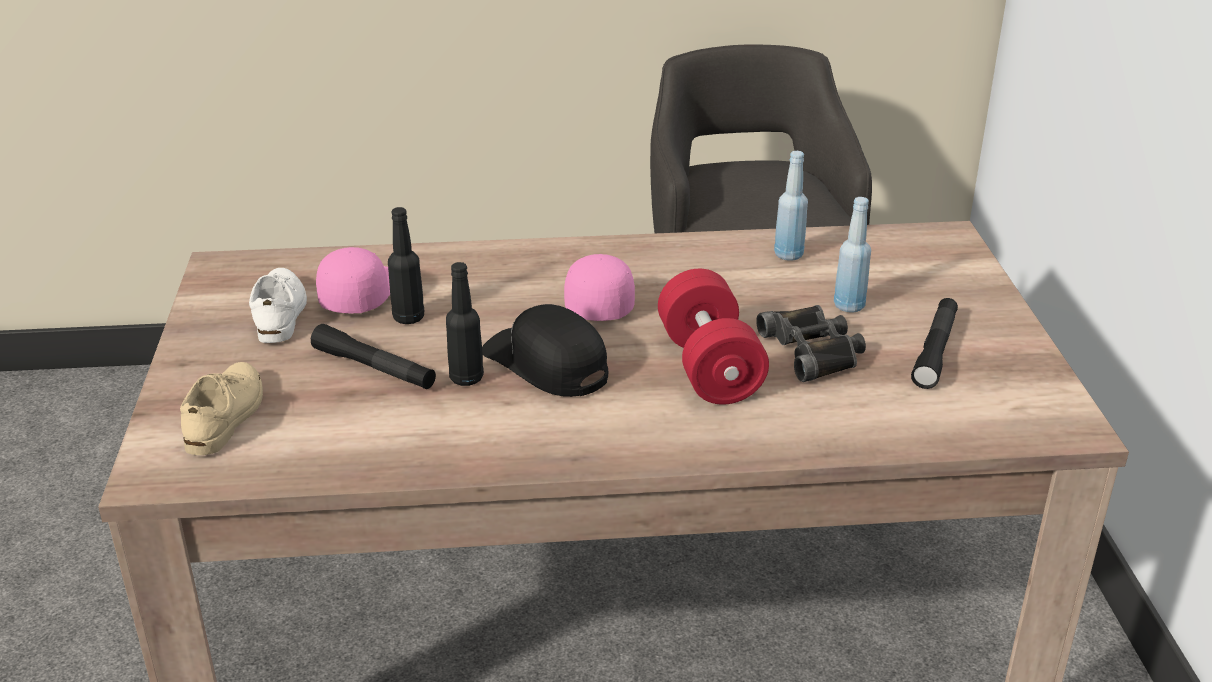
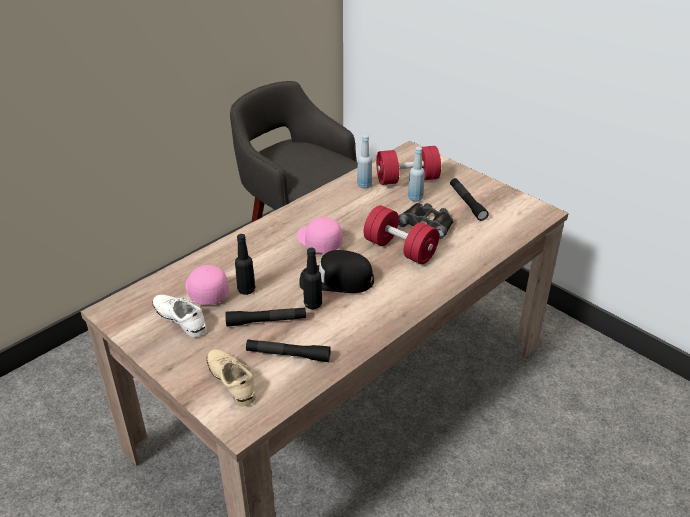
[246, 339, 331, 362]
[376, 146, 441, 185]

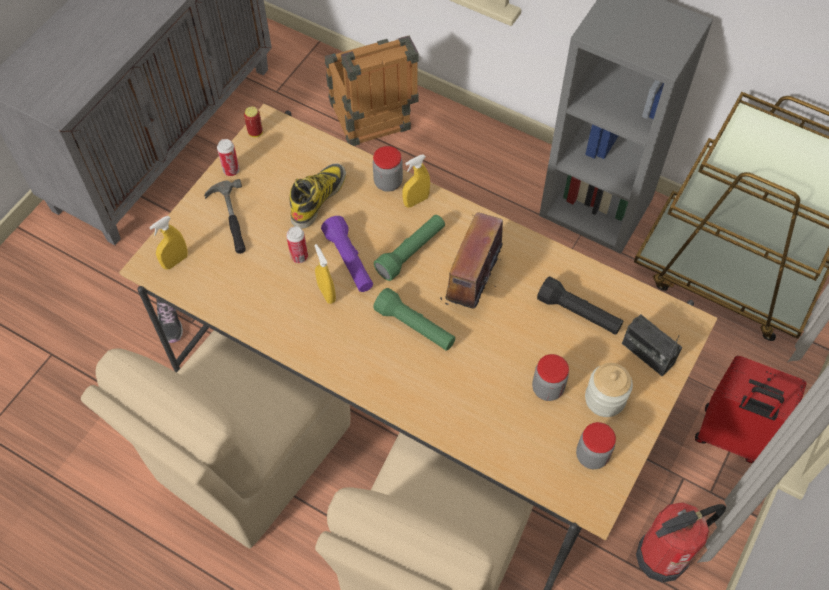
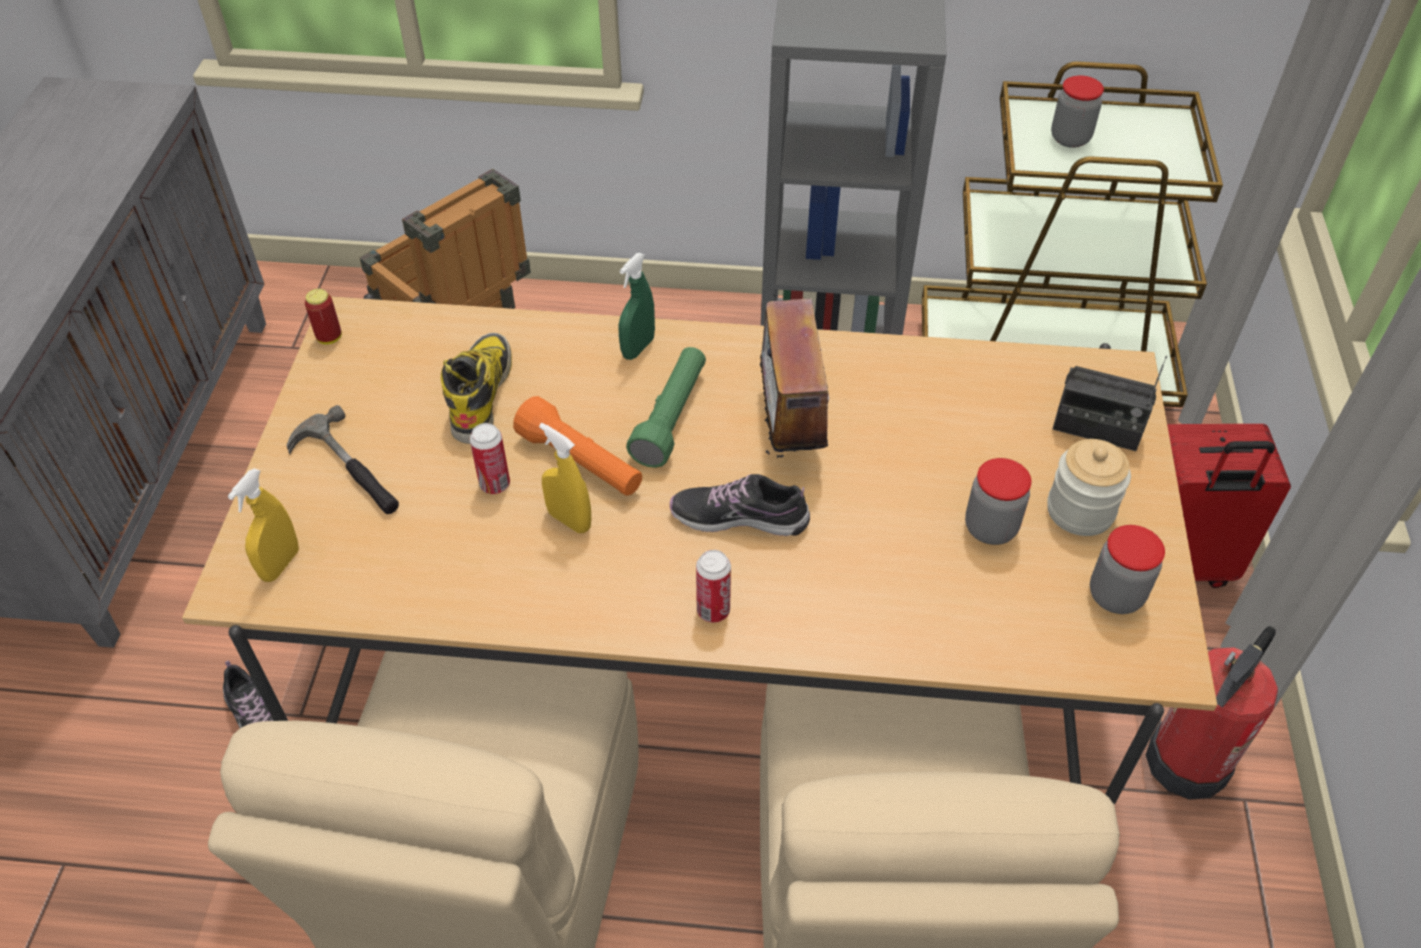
[696, 550, 731, 623]
[513, 396, 642, 496]
[1051, 76, 1104, 148]
[670, 474, 810, 536]
[618, 253, 655, 360]
[537, 276, 623, 335] (first image)

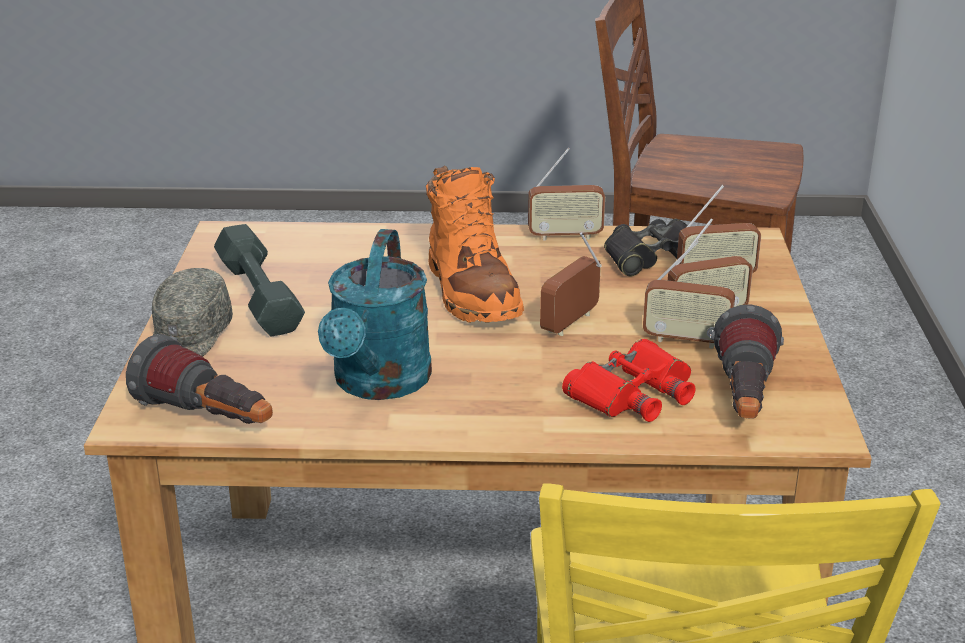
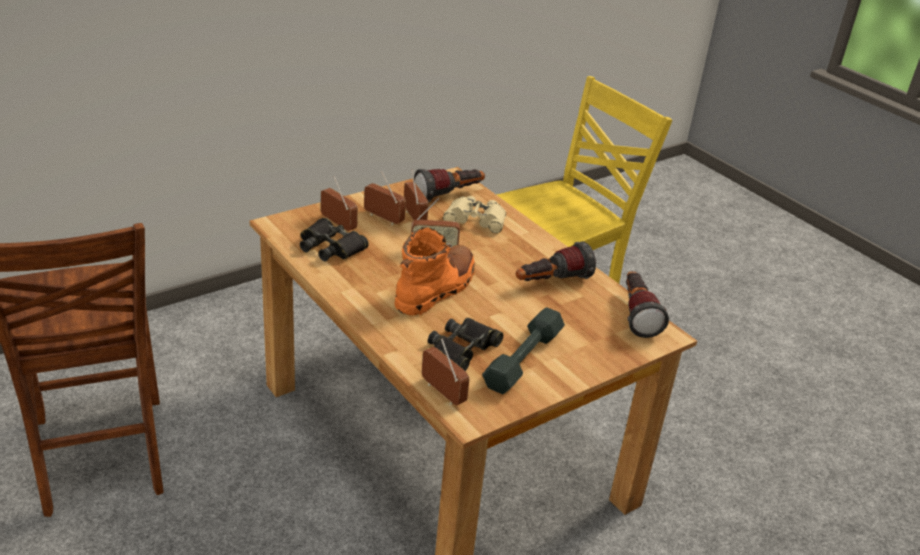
[152, 268, 233, 357] (first image)
[516, 241, 596, 281]
[422, 338, 469, 405]
[443, 196, 506, 233]
[428, 318, 503, 371]

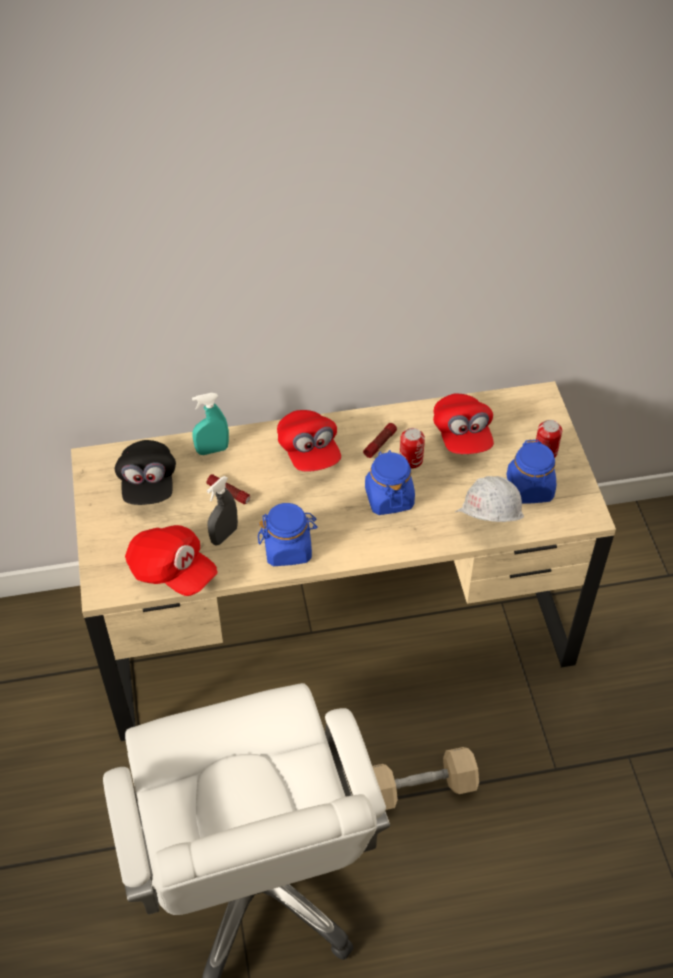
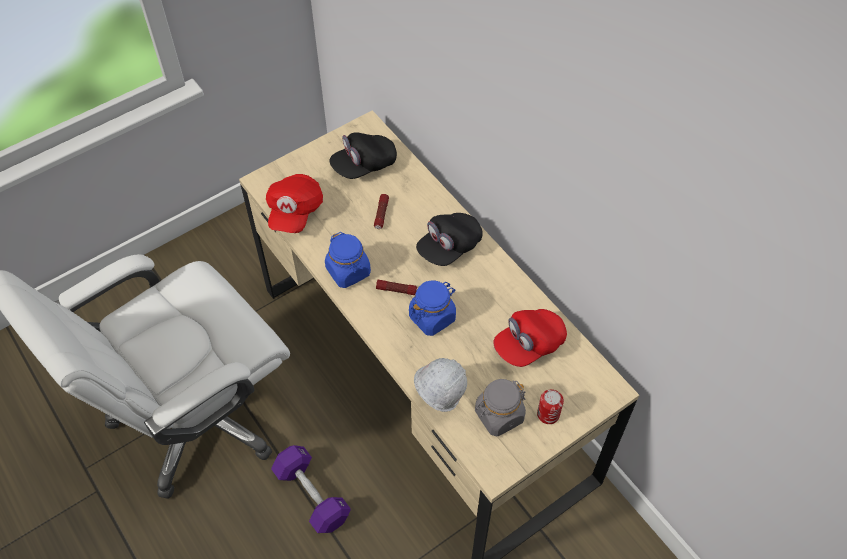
[192, 393, 229, 455] (first image)
[207, 476, 238, 546] (first image)
[416, 213, 483, 266]
[376, 280, 417, 295]
[271, 445, 351, 533]
[400, 428, 425, 469] (first image)
[475, 379, 526, 436]

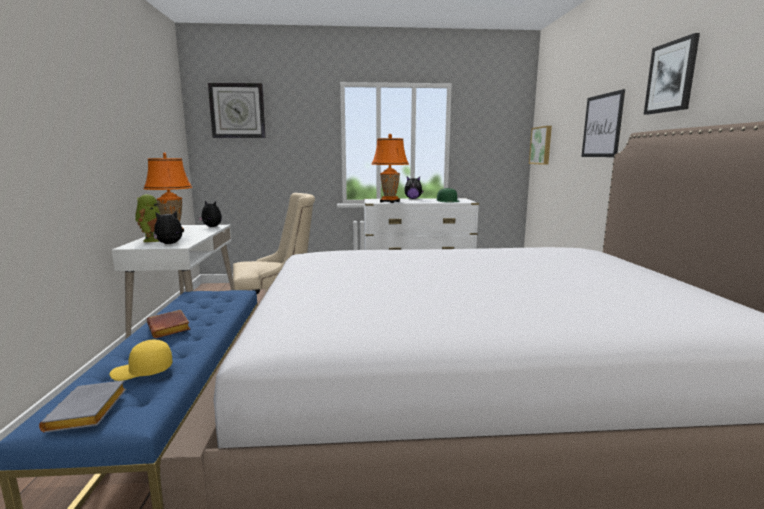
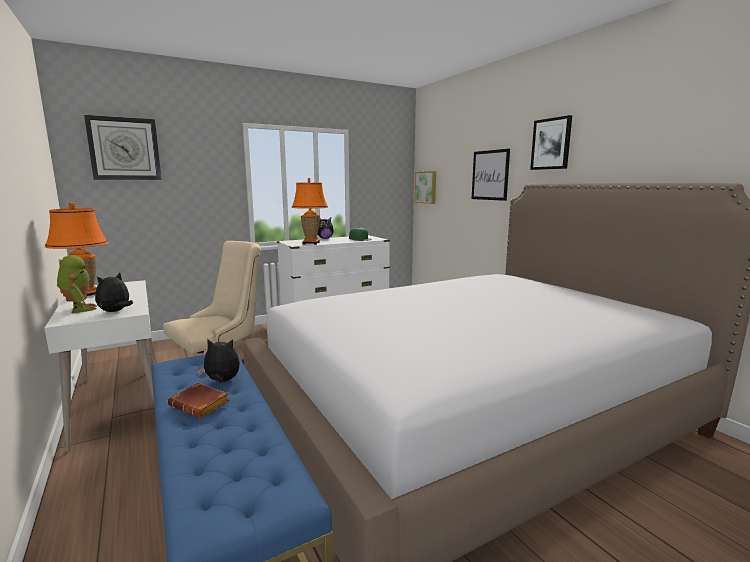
[39, 380, 126, 433] (first image)
[109, 340, 172, 381] (first image)
[198, 339, 240, 383]

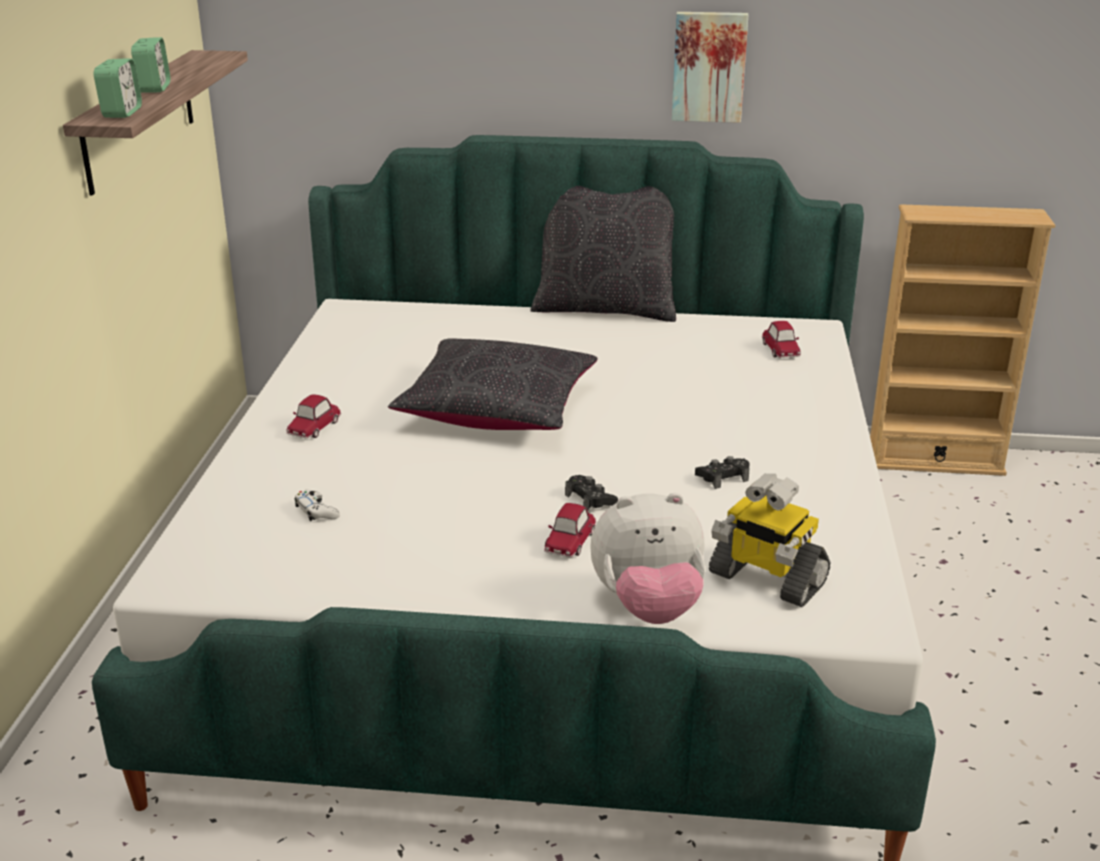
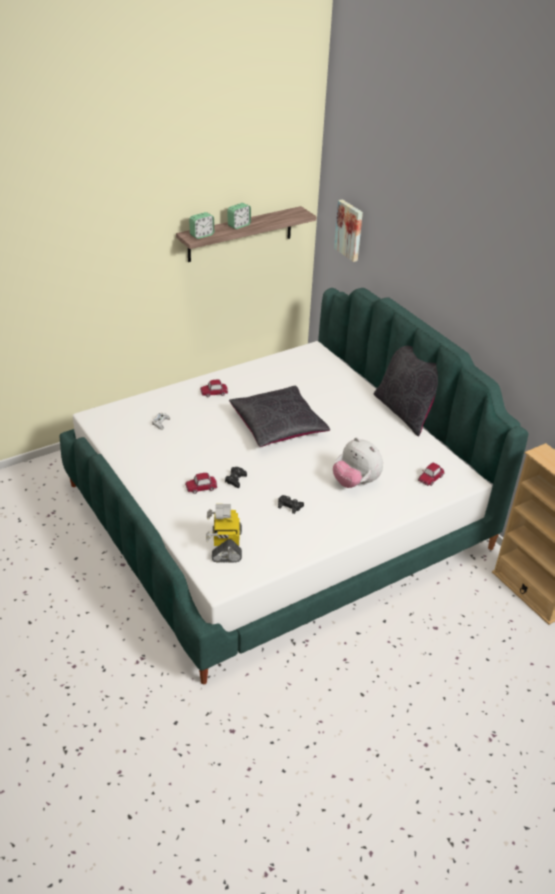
[333, 437, 383, 488]
[334, 199, 363, 262]

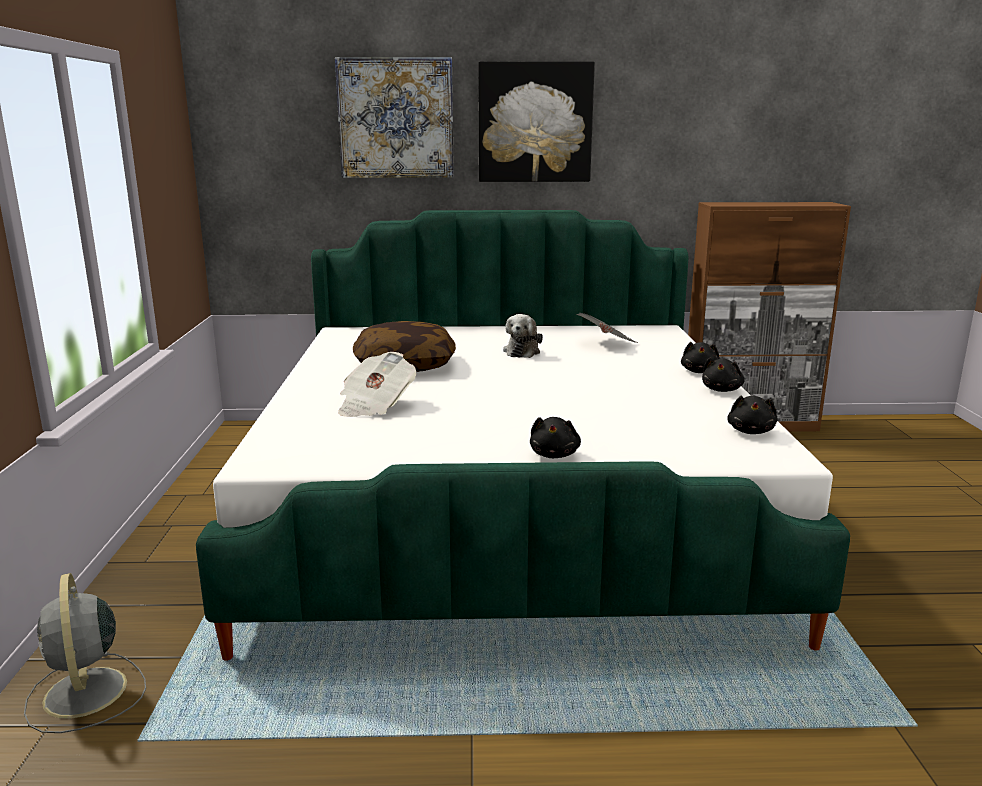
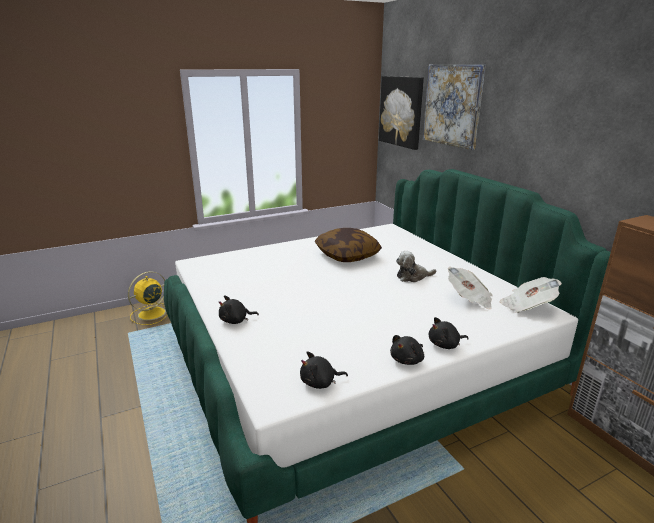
[128, 271, 167, 325]
[500, 277, 562, 313]
[379, 76, 424, 150]
[390, 335, 424, 365]

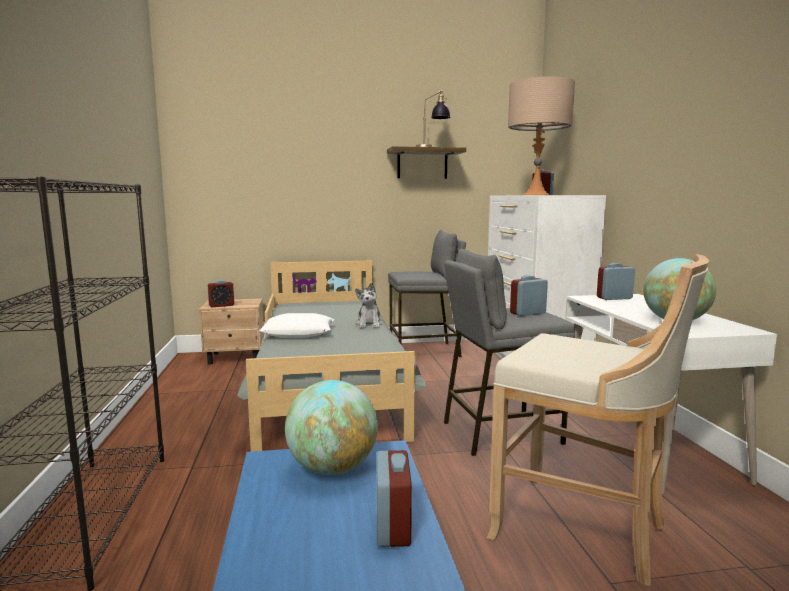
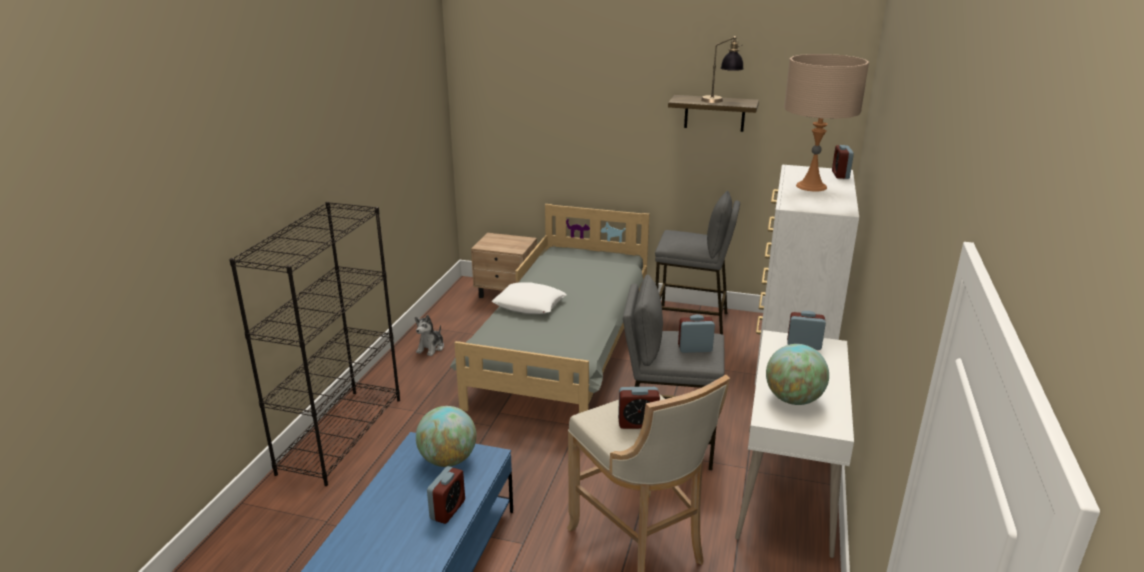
[618, 387, 660, 429]
[415, 315, 444, 356]

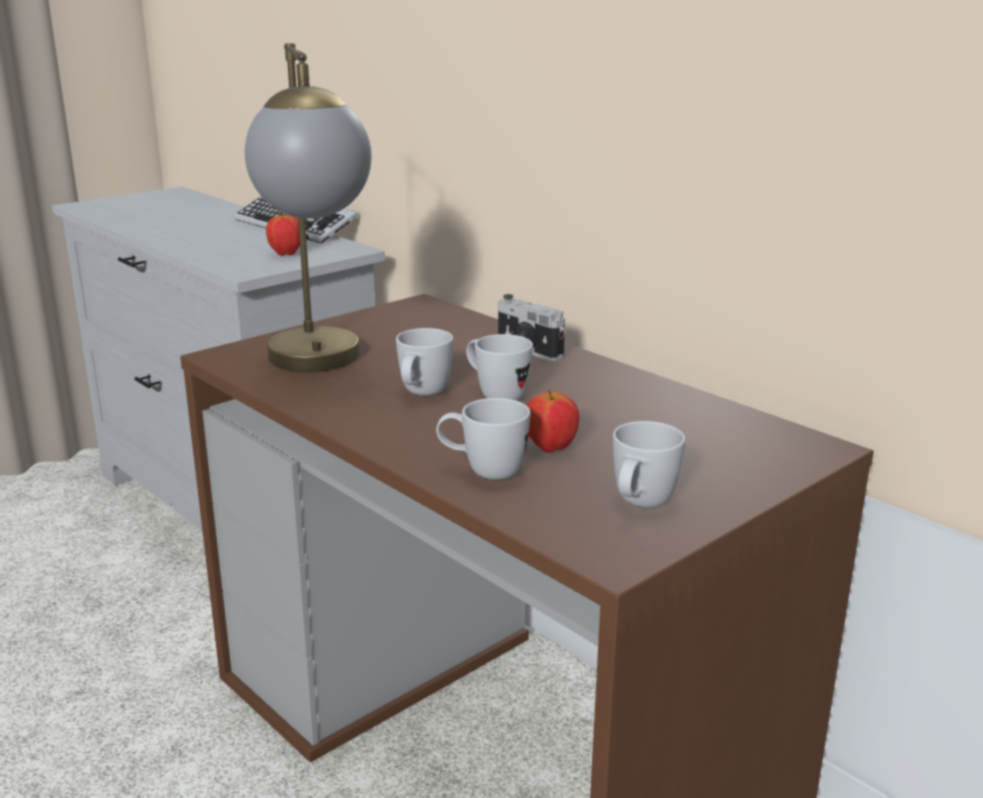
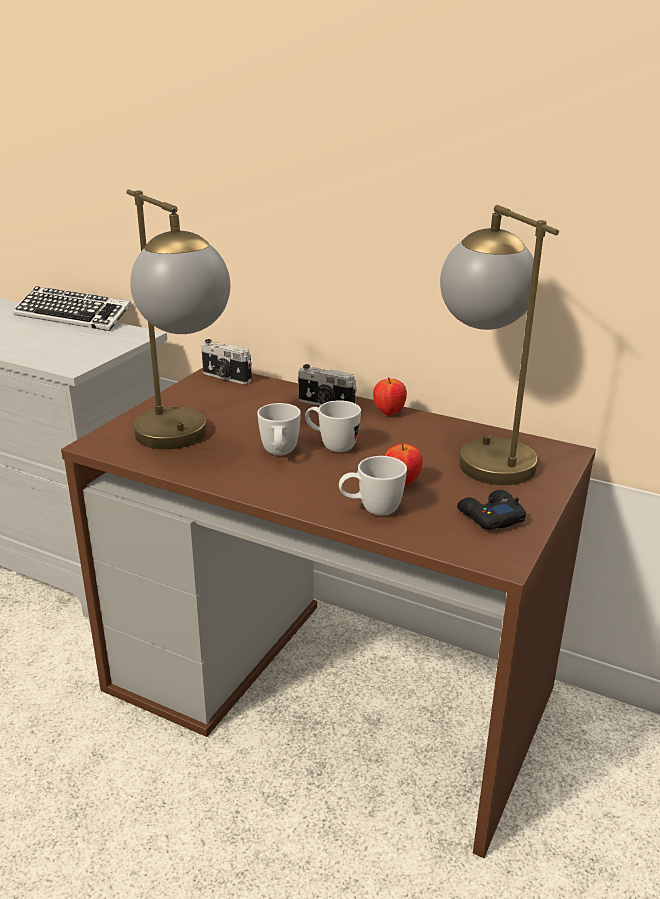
[373, 377, 407, 416]
[457, 490, 526, 530]
[201, 339, 252, 384]
[440, 205, 559, 485]

